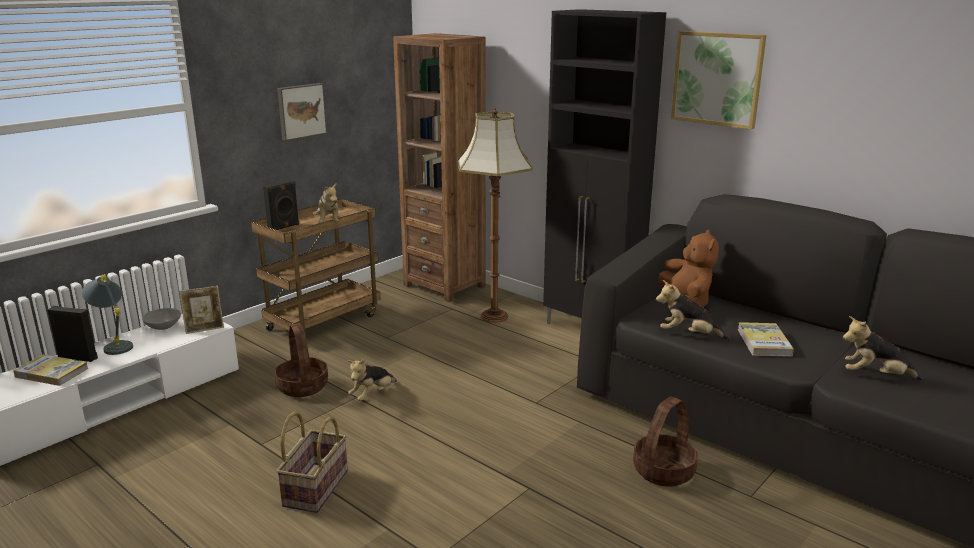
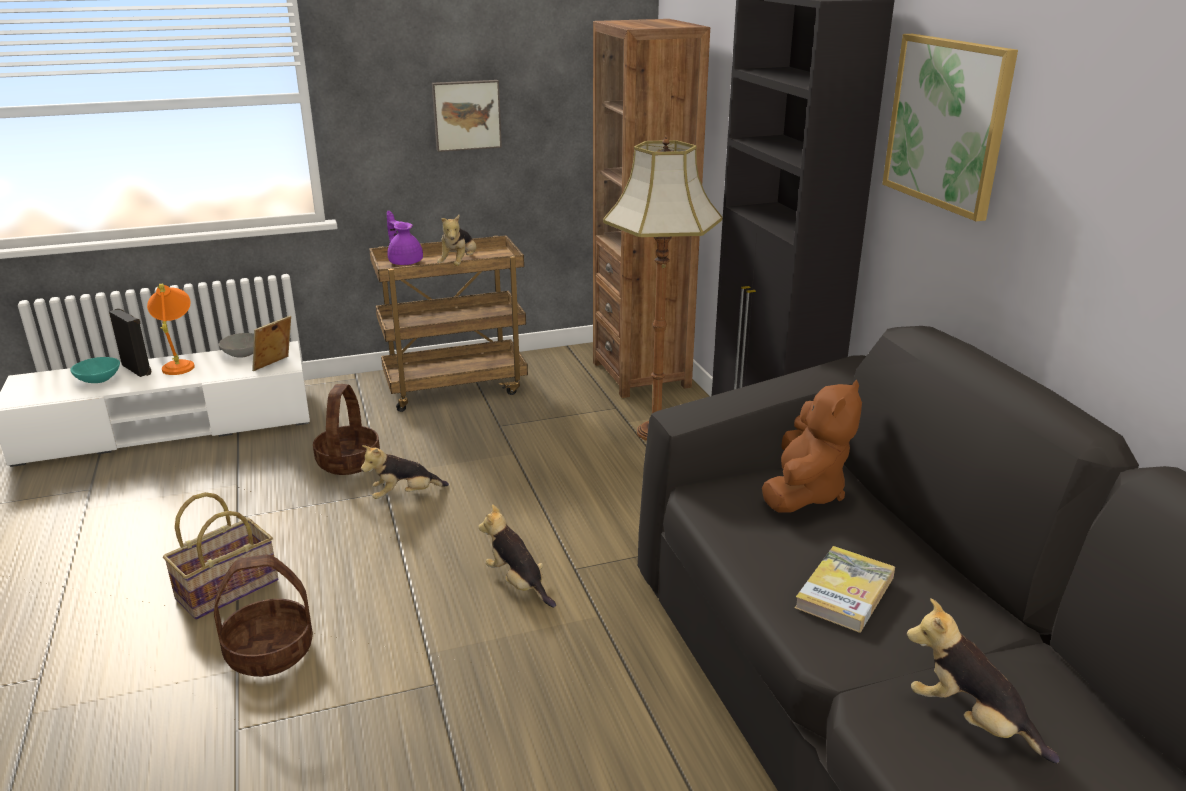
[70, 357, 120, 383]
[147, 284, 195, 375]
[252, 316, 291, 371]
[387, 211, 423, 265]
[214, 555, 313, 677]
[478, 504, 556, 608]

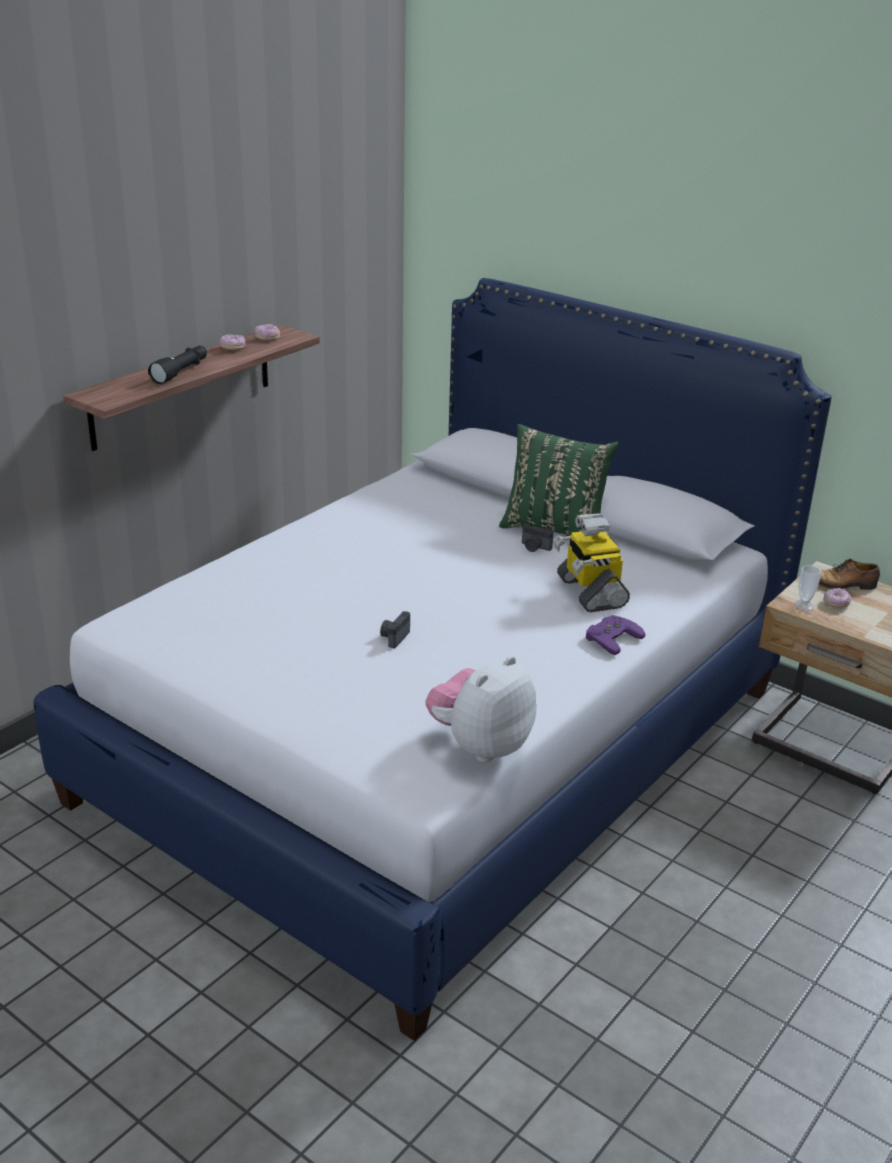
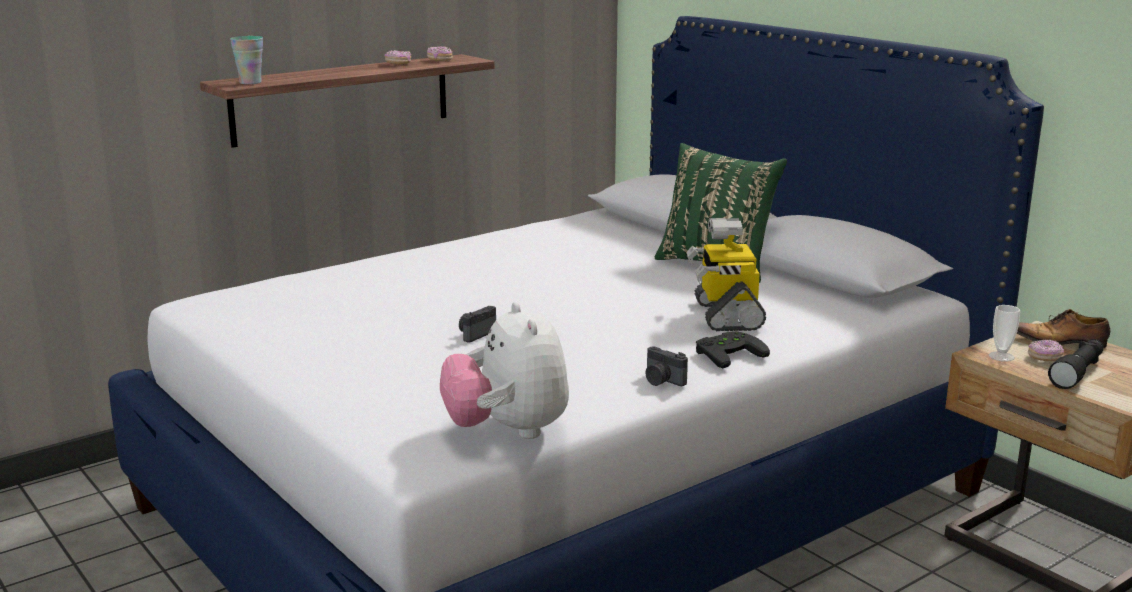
[1048, 339, 1103, 389]
[440, 302, 569, 439]
[645, 346, 688, 386]
[696, 331, 770, 368]
[230, 36, 263, 84]

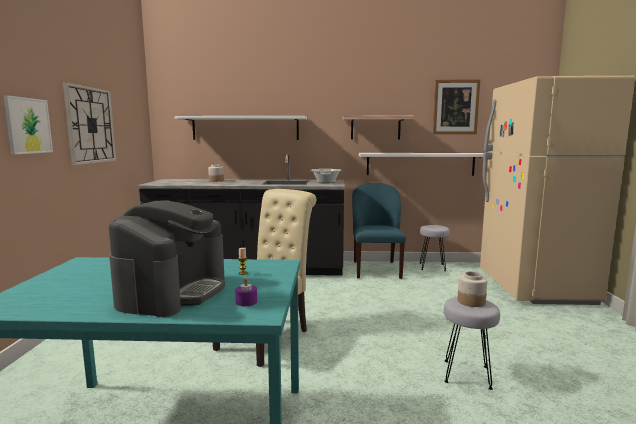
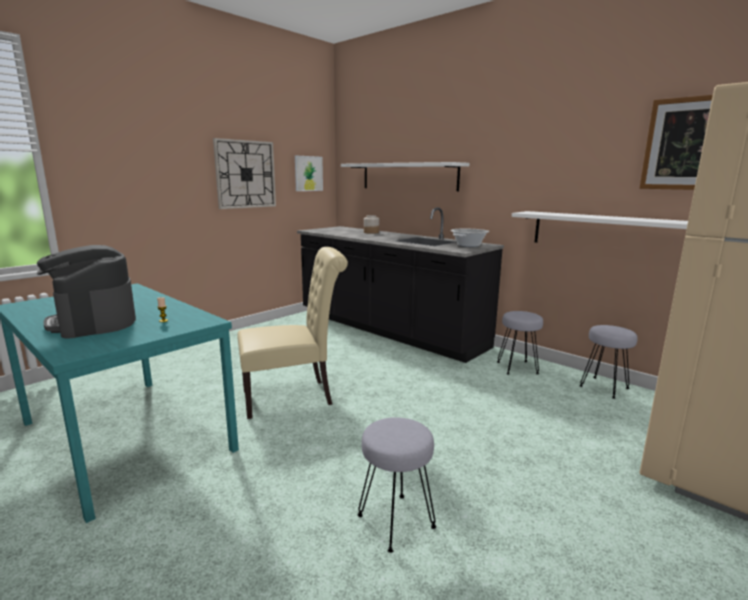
[295, 156, 323, 191]
[37, 245, 136, 338]
[235, 278, 257, 306] (first image)
[343, 115, 414, 139] (first image)
[497, 311, 543, 375]
[458, 271, 487, 307] (first image)

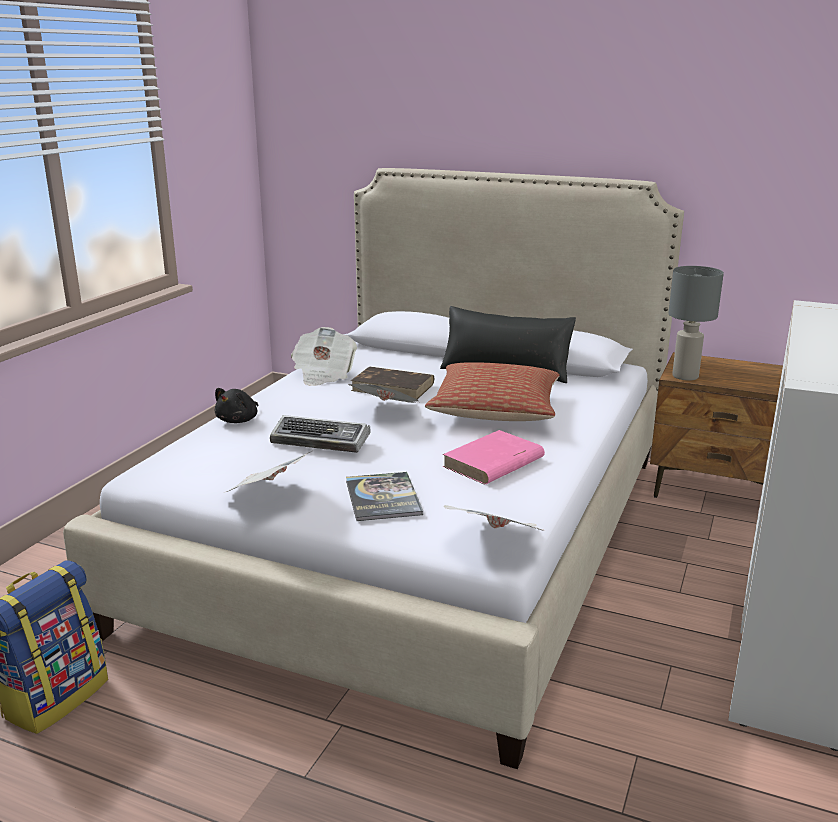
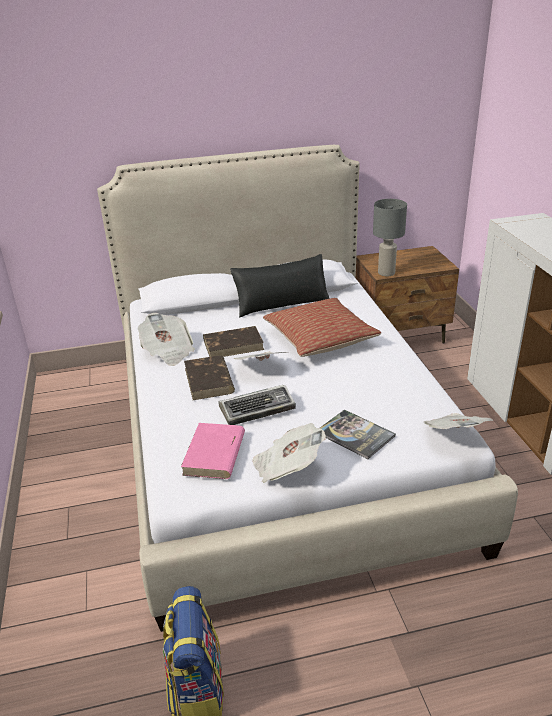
[215, 388, 258, 423] (first image)
[181, 423, 245, 479]
[184, 355, 235, 400]

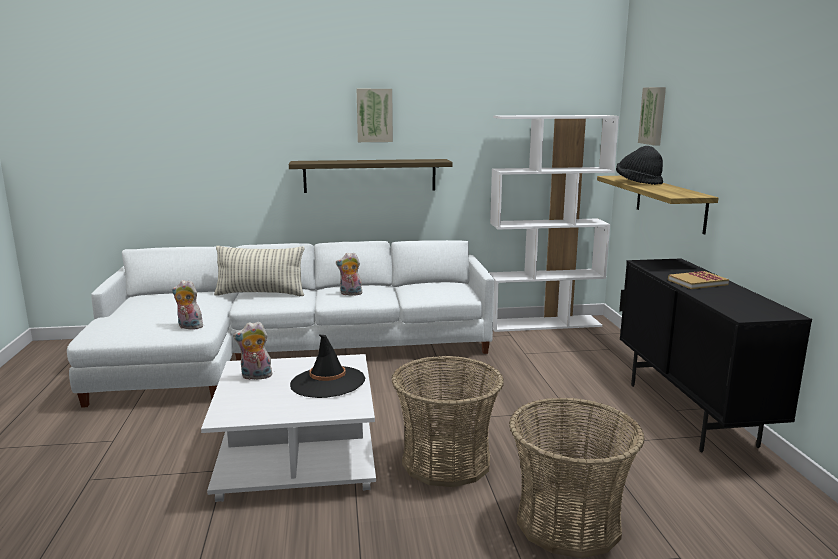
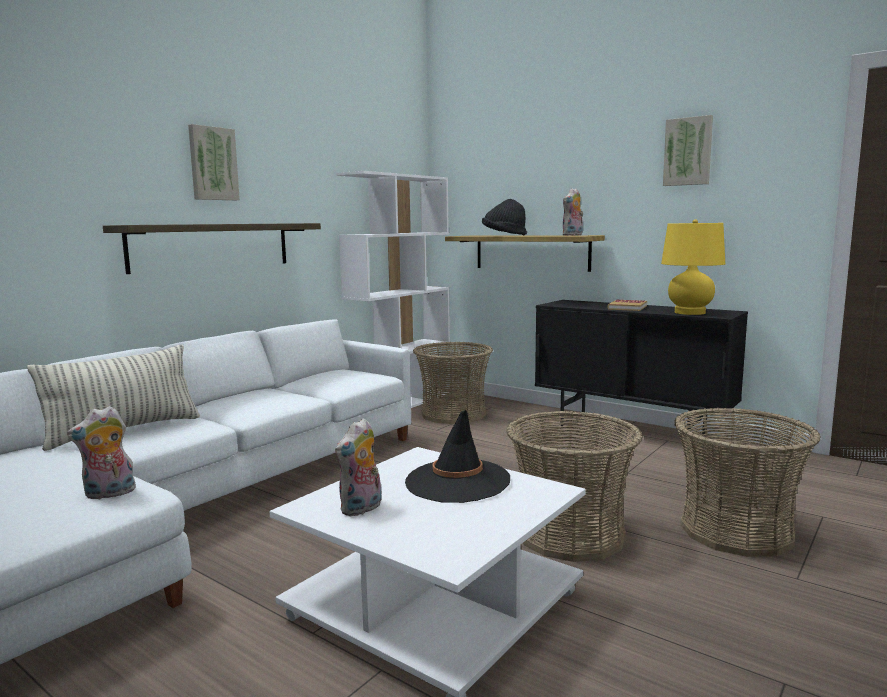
[562, 189, 583, 236]
[663, 115, 713, 186]
[413, 341, 493, 424]
[661, 219, 725, 315]

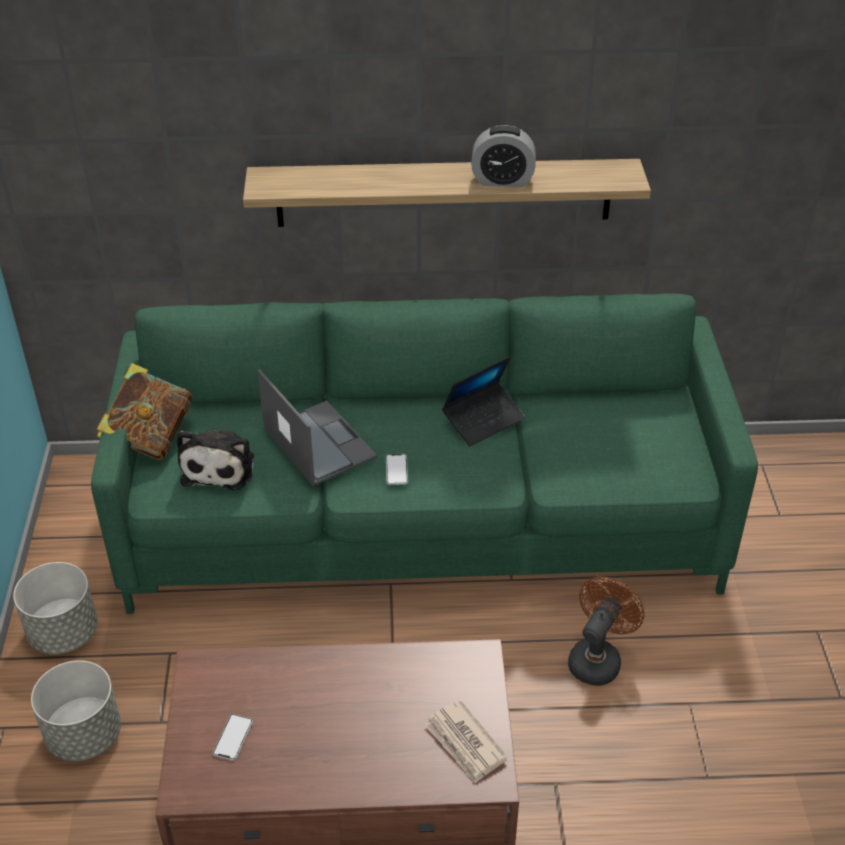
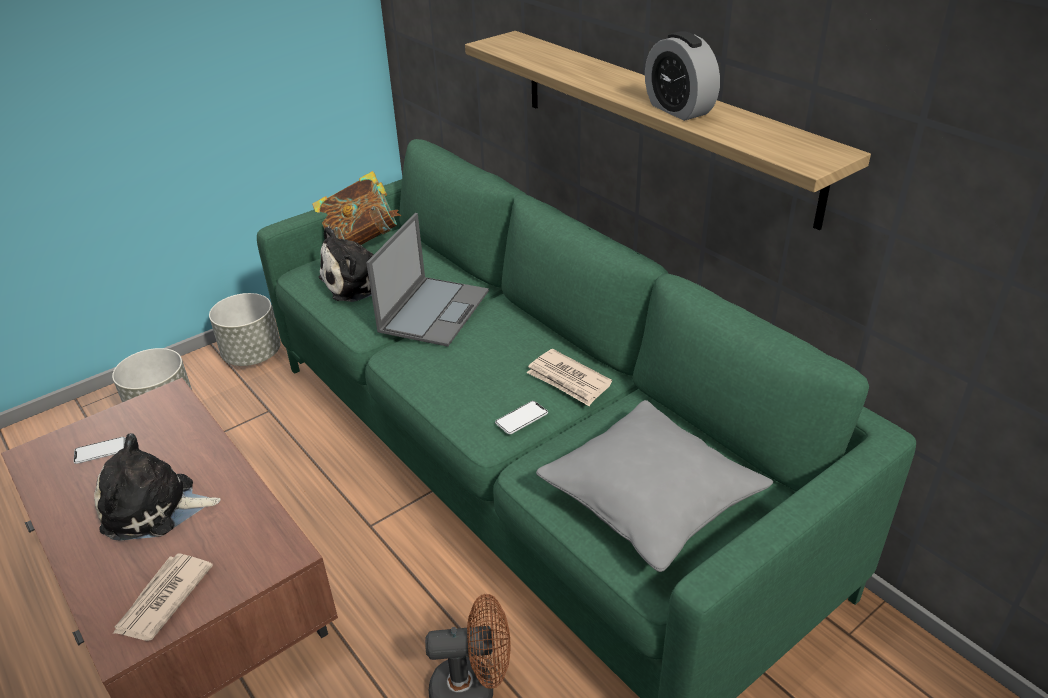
[495, 401, 548, 434]
[526, 349, 612, 406]
[94, 433, 221, 541]
[536, 400, 773, 572]

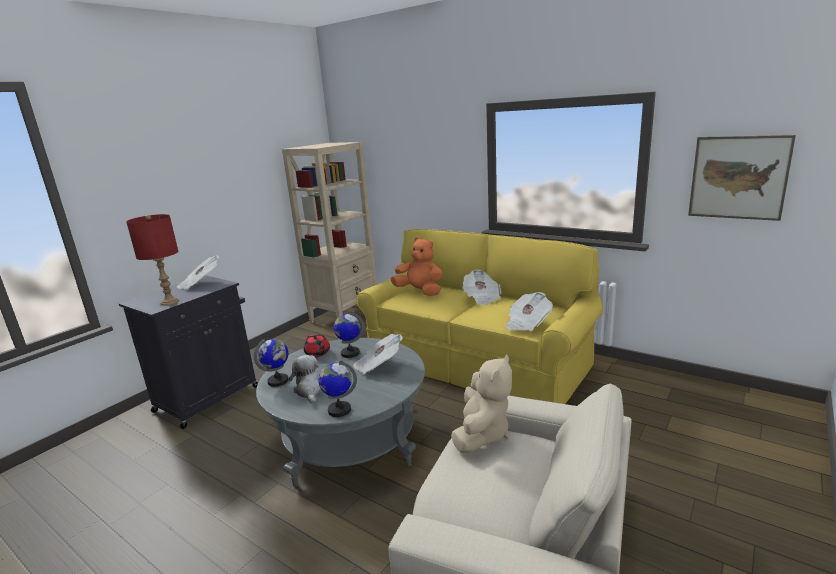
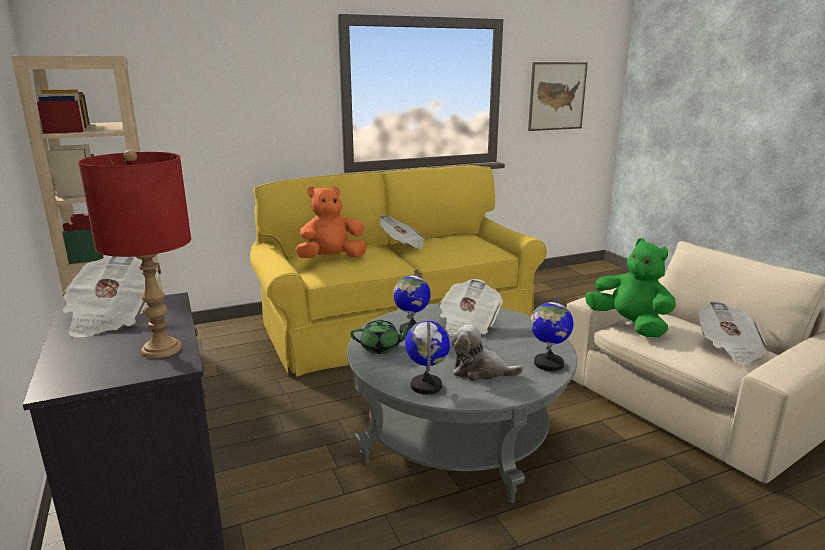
[350, 319, 413, 354]
[585, 238, 676, 337]
[698, 301, 769, 365]

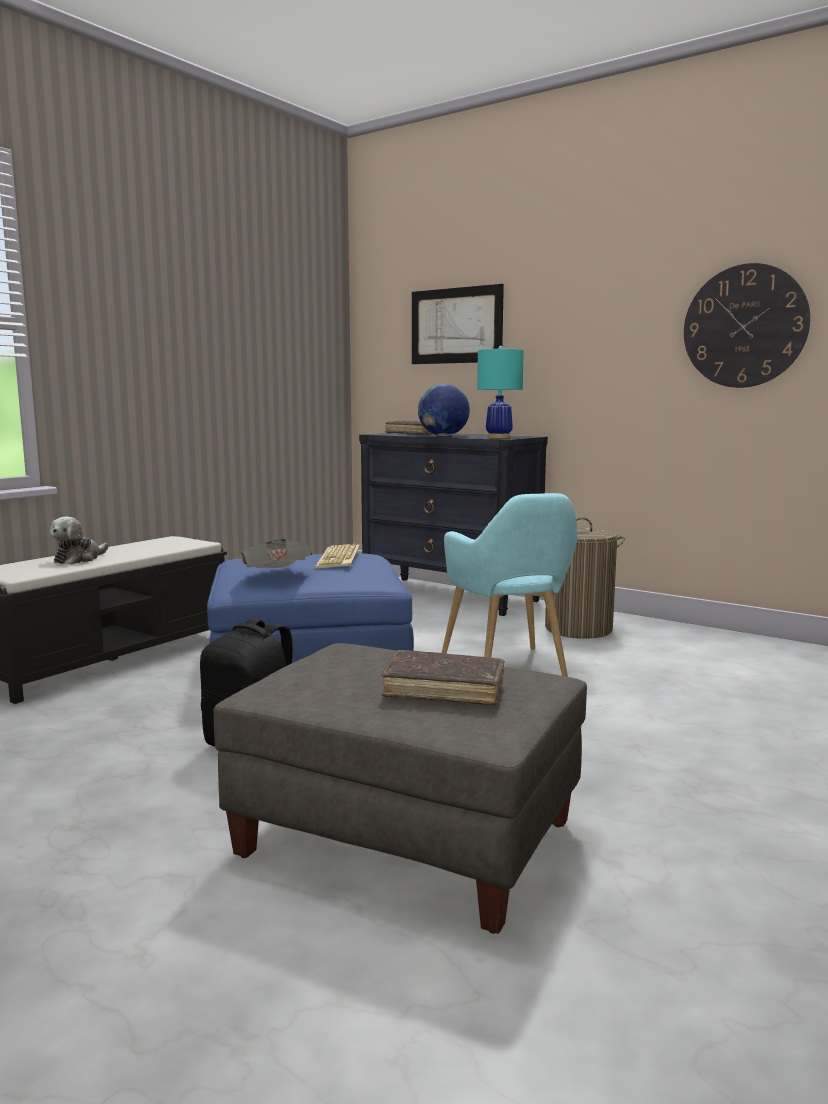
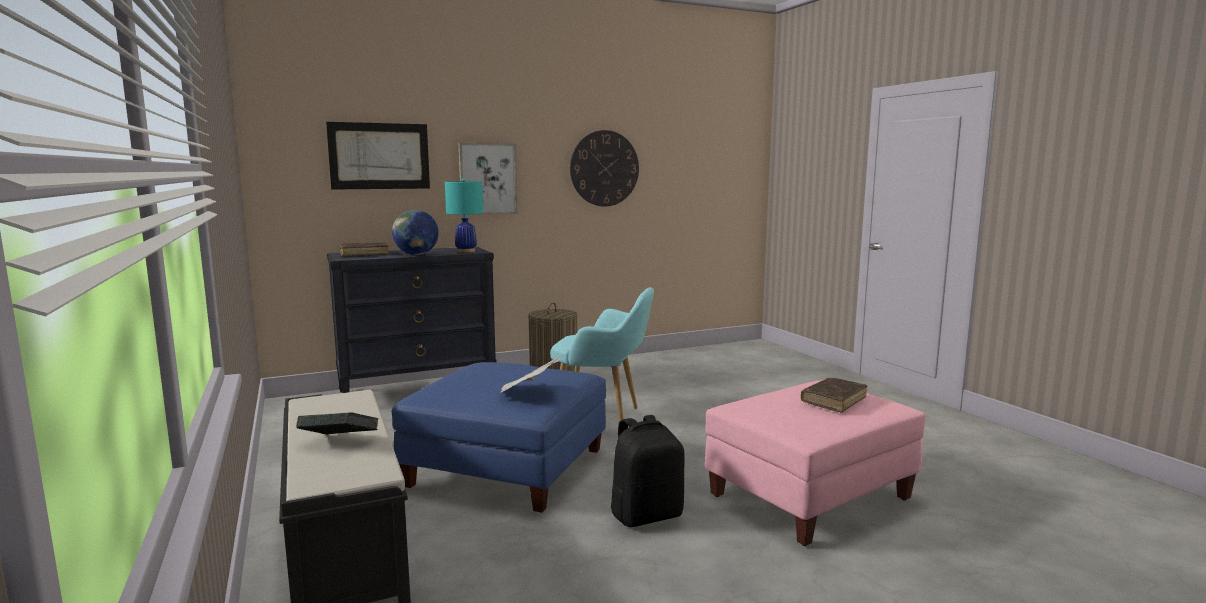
[296, 412, 379, 435]
[705, 381, 925, 546]
[314, 544, 360, 569] (first image)
[459, 142, 518, 215]

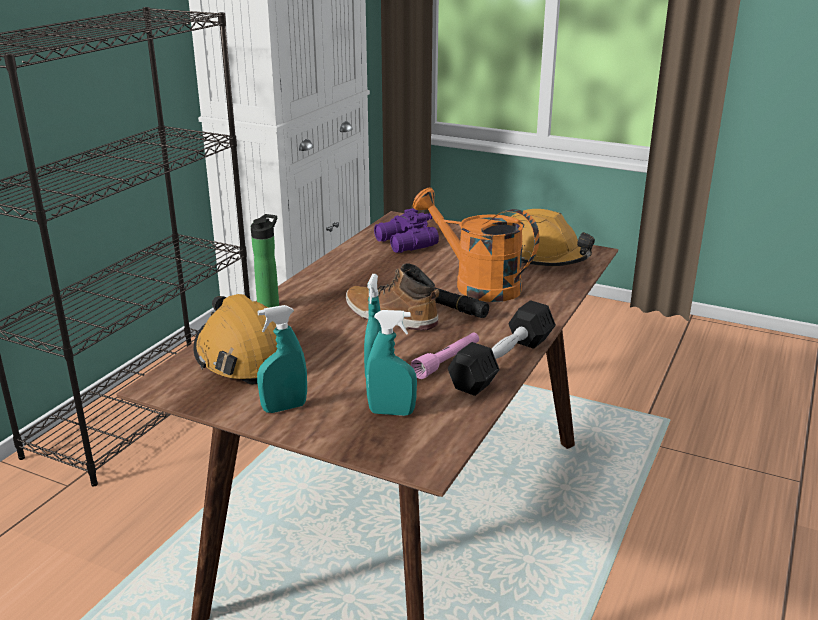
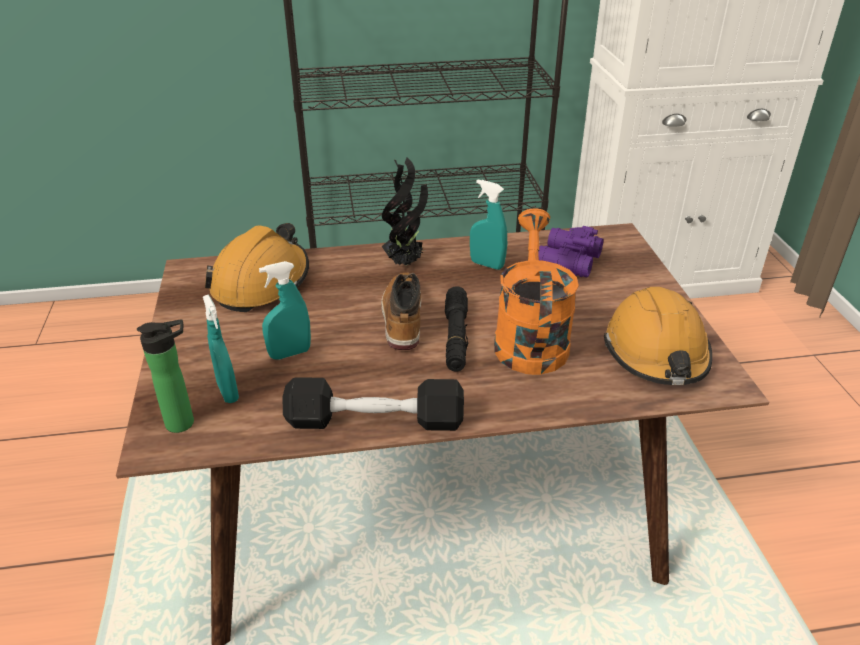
[137, 319, 194, 433]
[470, 180, 507, 270]
[411, 333, 479, 379] (first image)
[382, 157, 428, 266]

